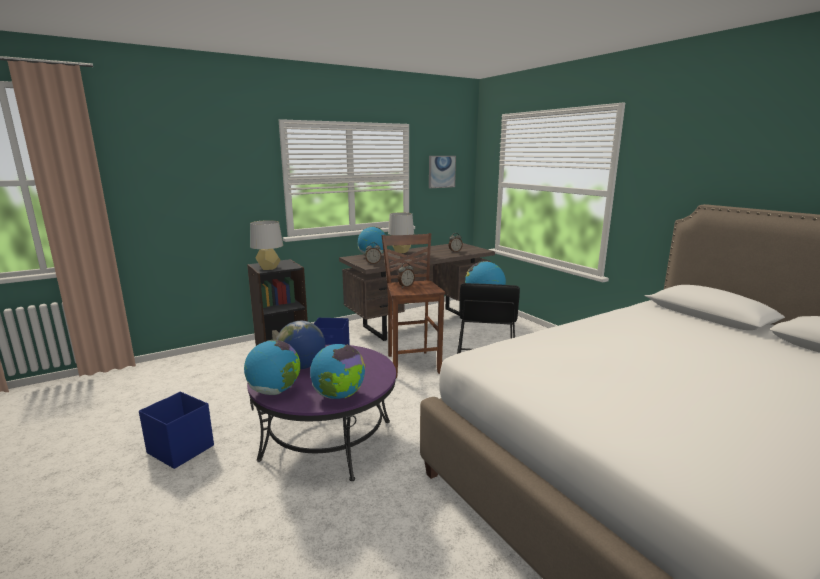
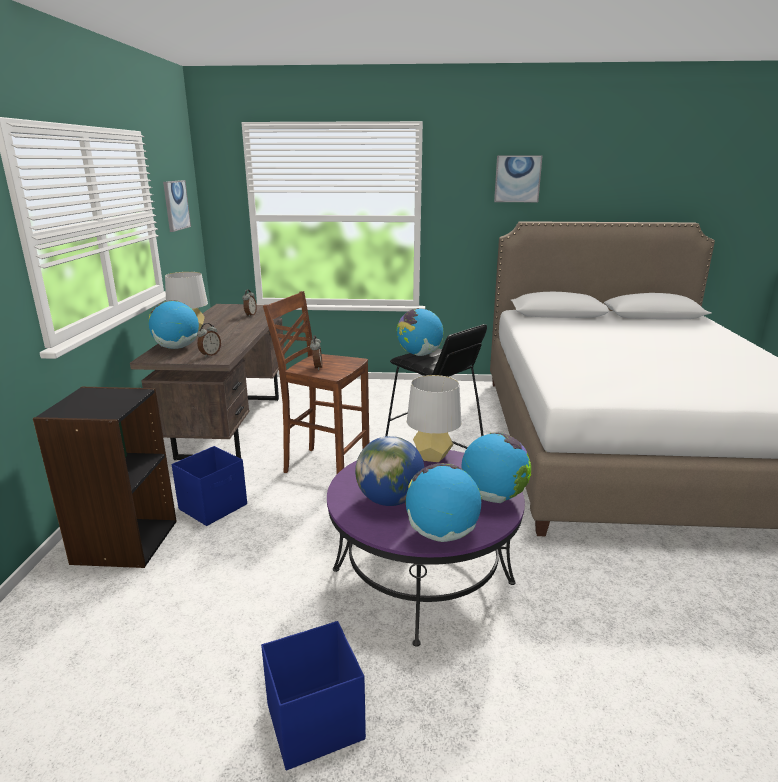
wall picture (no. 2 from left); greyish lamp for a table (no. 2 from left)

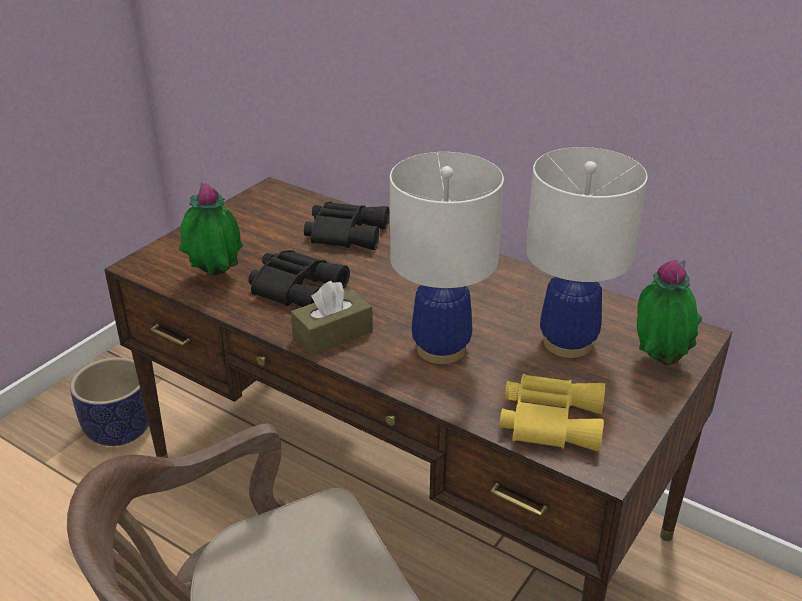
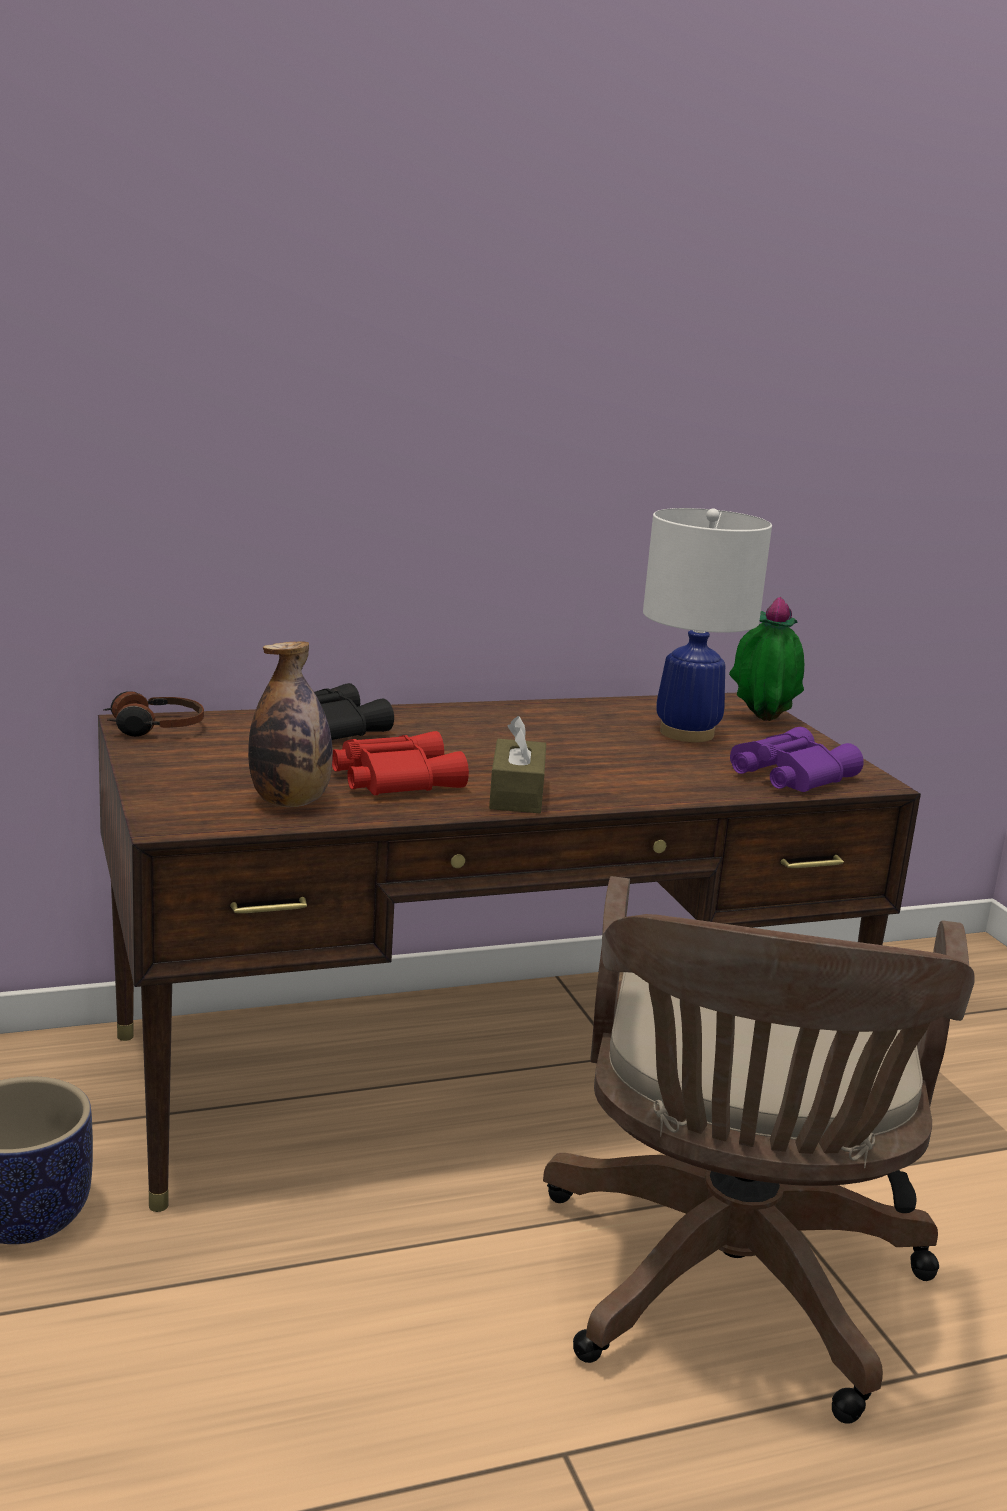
whitish lamp for a table (no. 1 from left in the first image); headphones; beverage bottle; red binoculars; purple binoculars

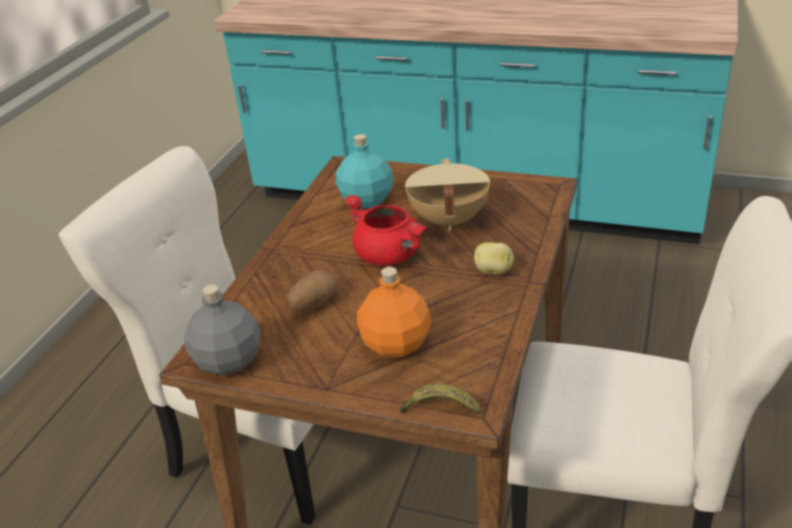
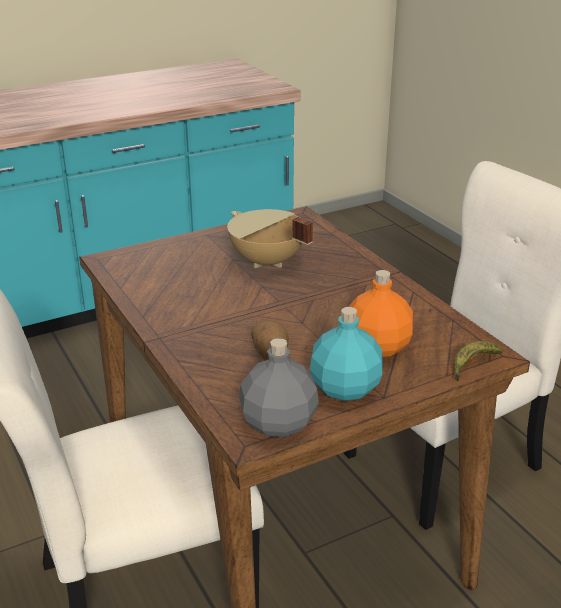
red cooking pot; spud (no. 2 from left in the first image); blue-green beverage bottle

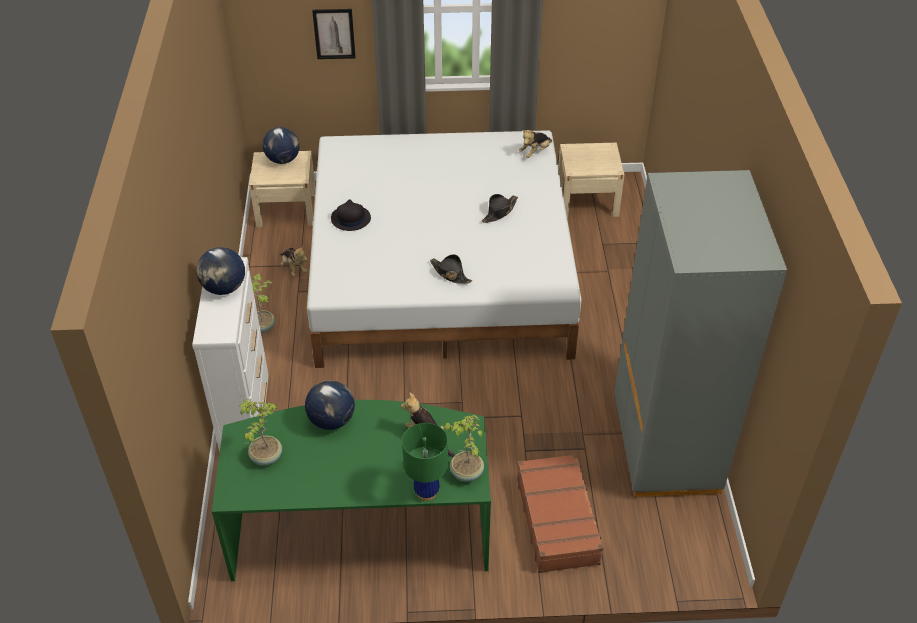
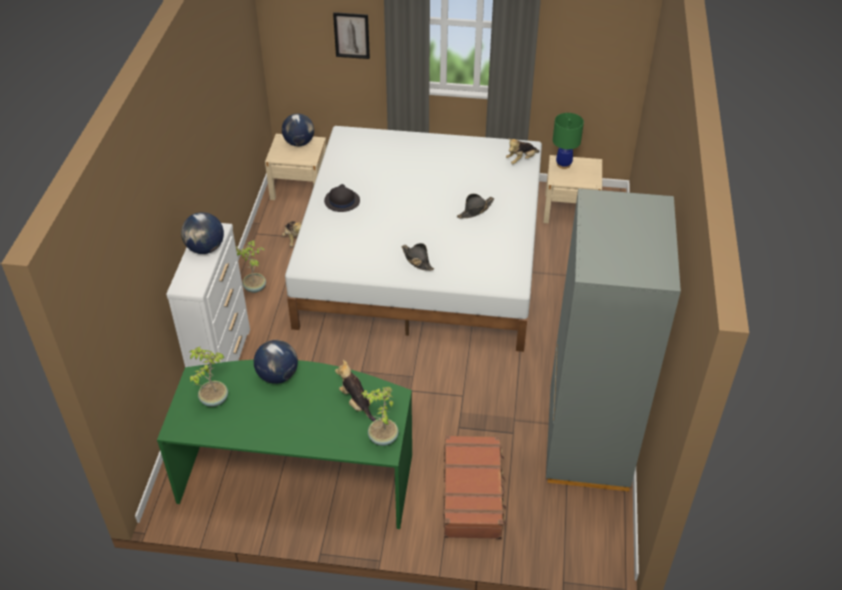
green lamp for a table

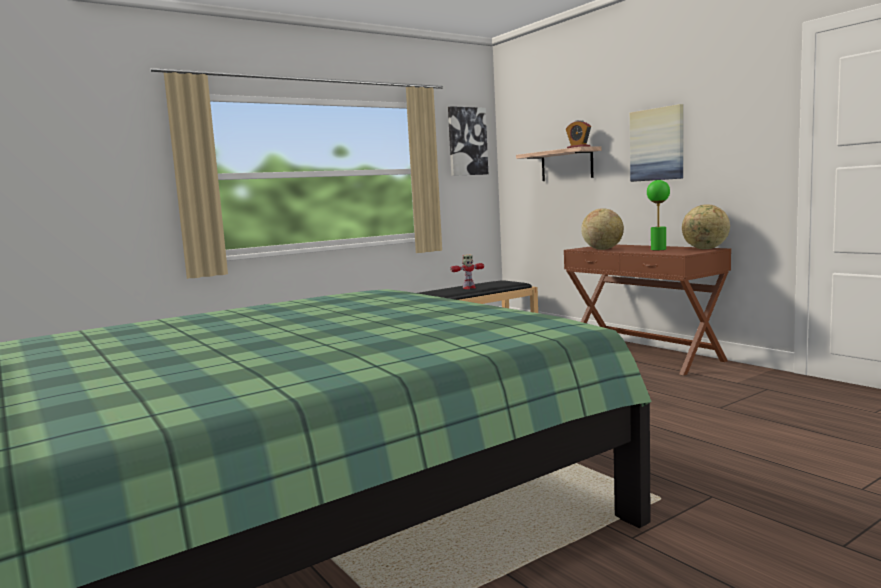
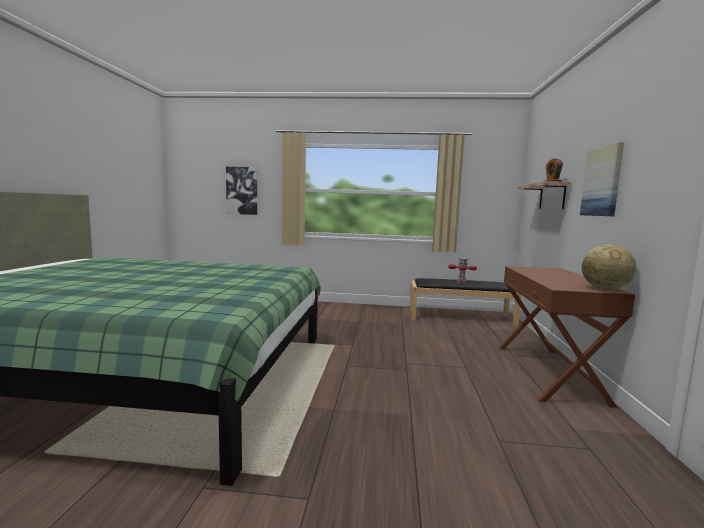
globe (no. 1 from left in the first image); green lamp for a table; wall picture (no. 1 from left)

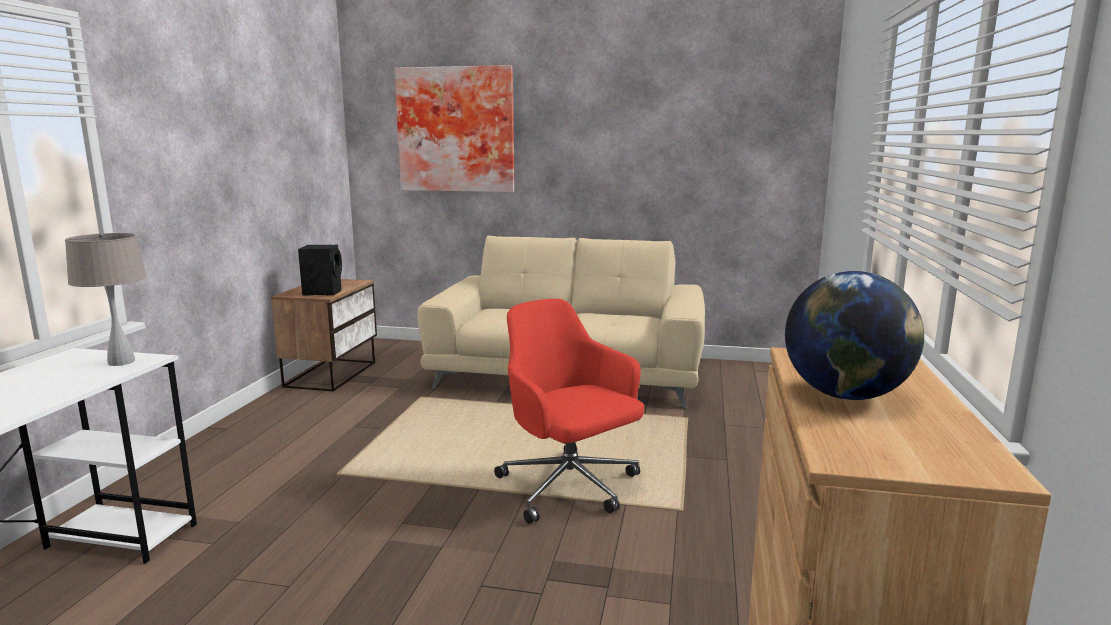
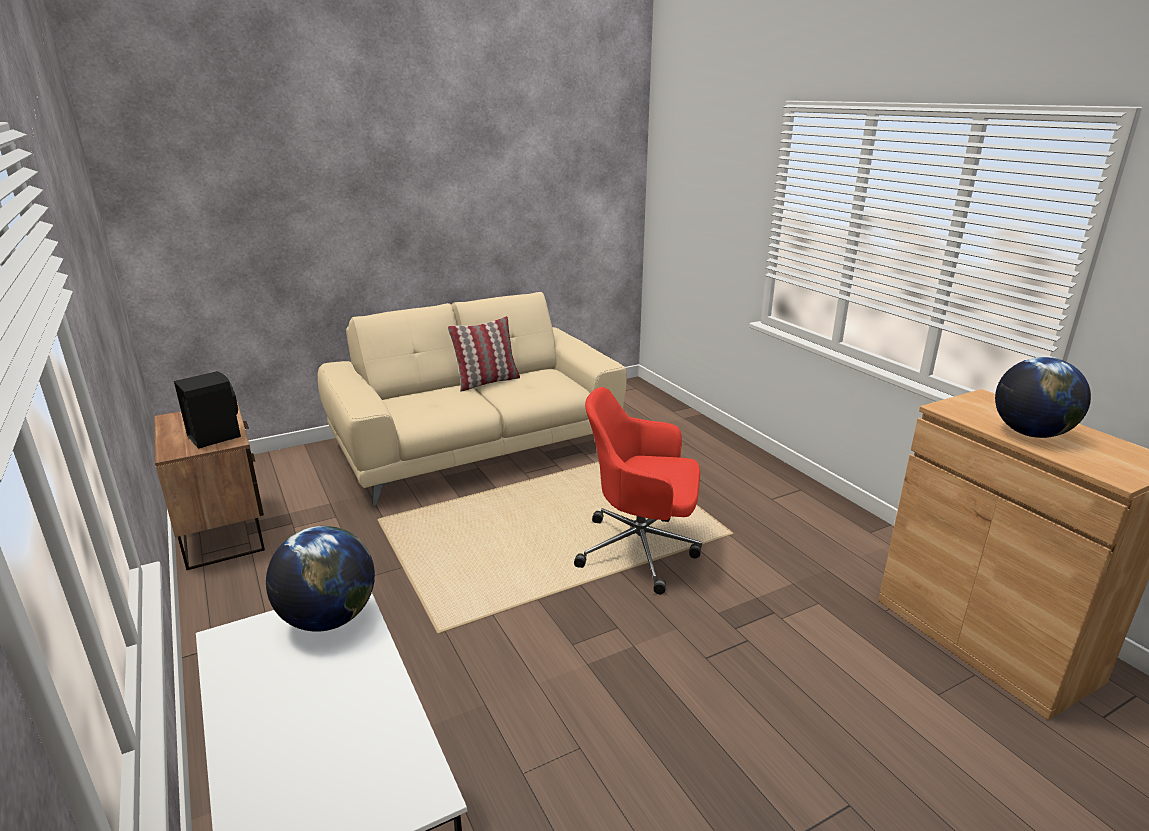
wall picture; cushion; globe (no. 1 from left)

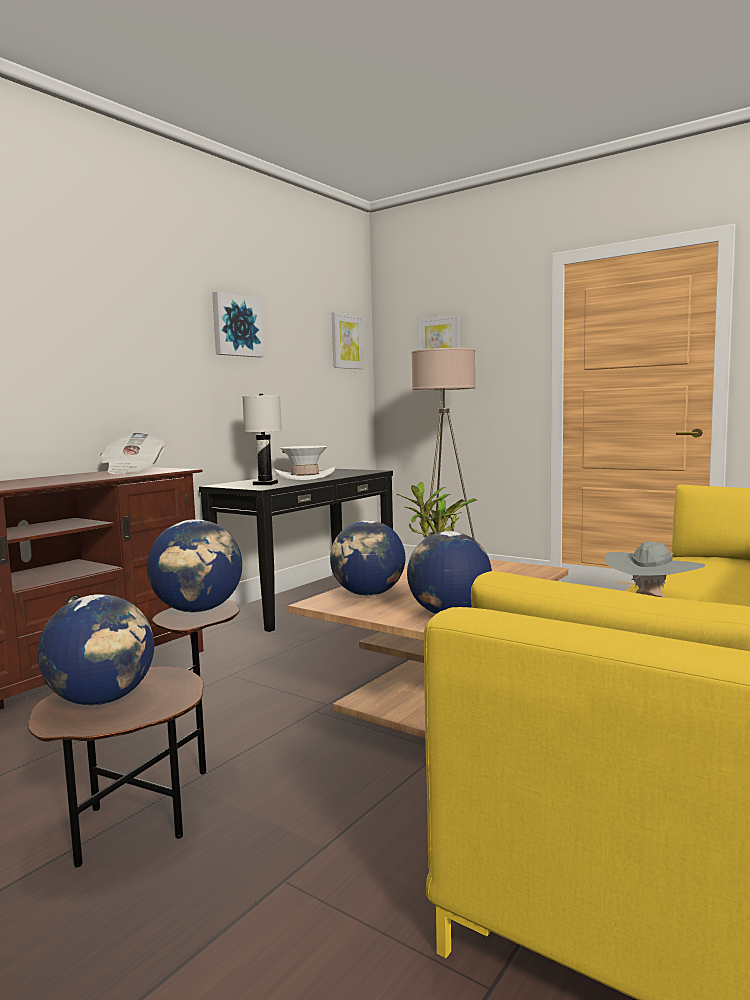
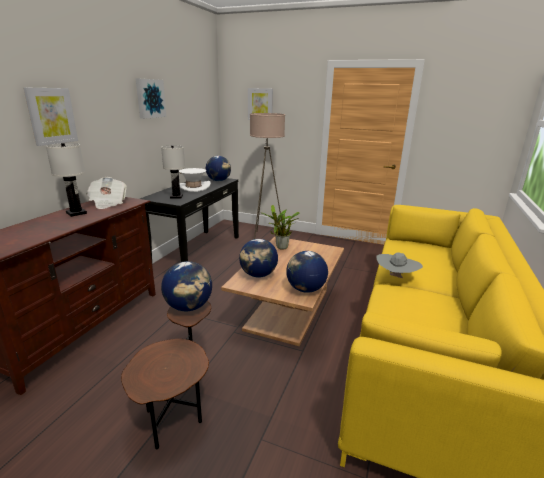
whitish lamp for a table (no. 1 from left); globe (no. 2 from left); wall picture (no. 1 from left)

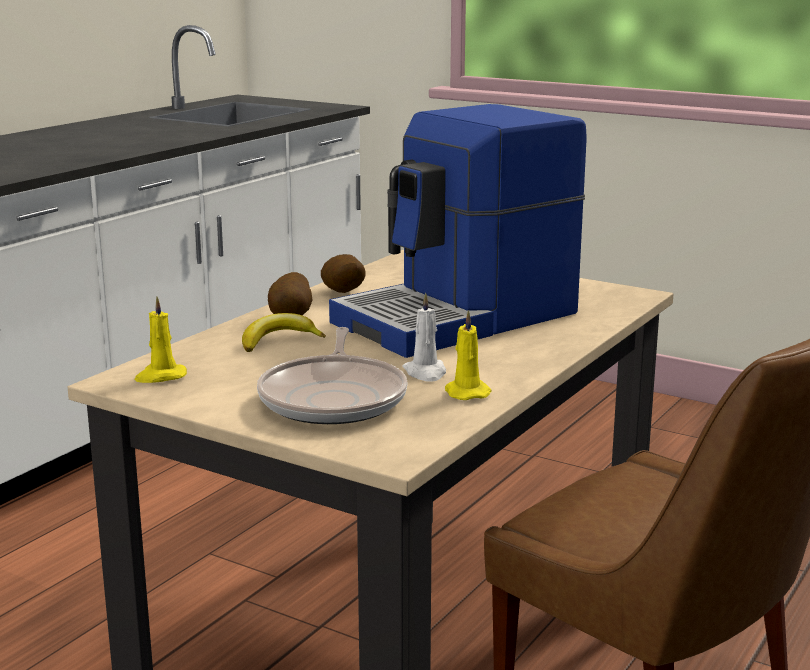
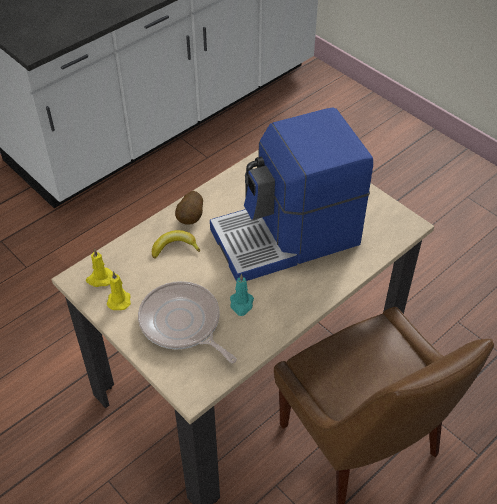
spud (no. 2 from left in the first image); yellow-coloured wax candle (no. 2 from left); blue-green wax candle; pan

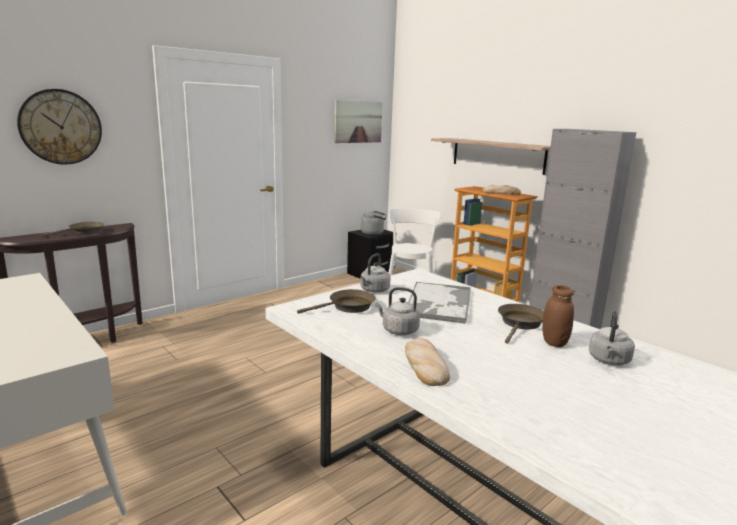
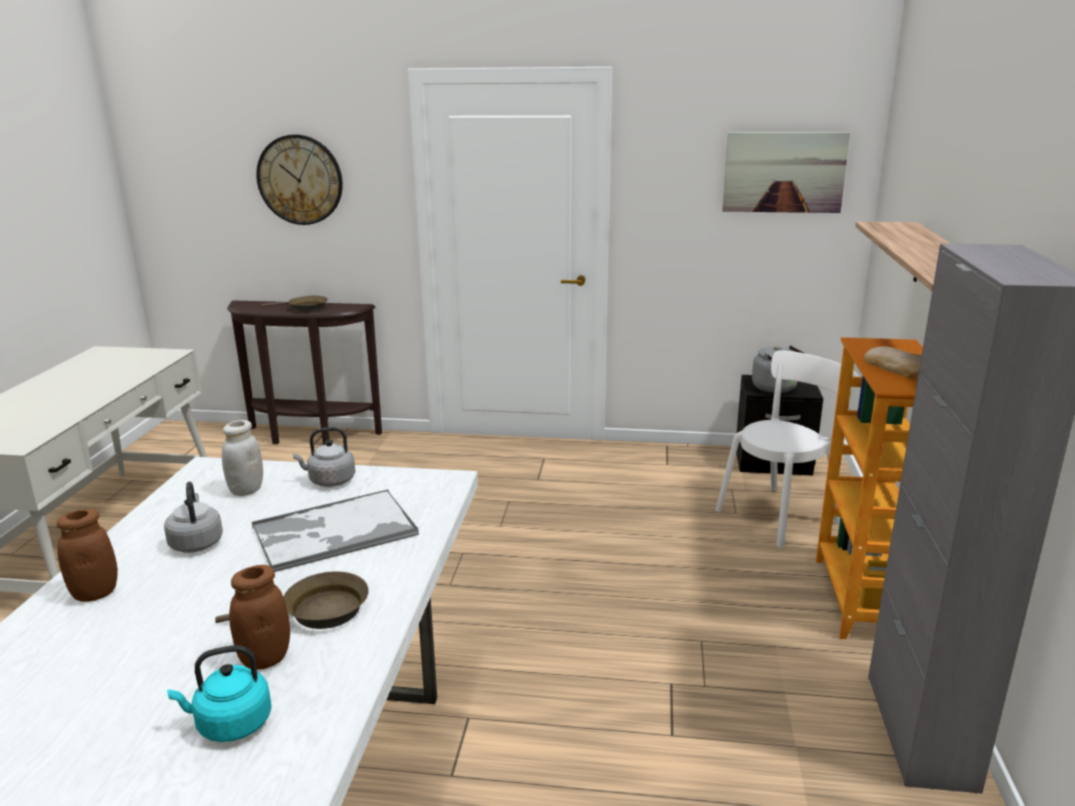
whitish preserve jar; brown preserve jar (no. 1 from left); blue-green tea kettle

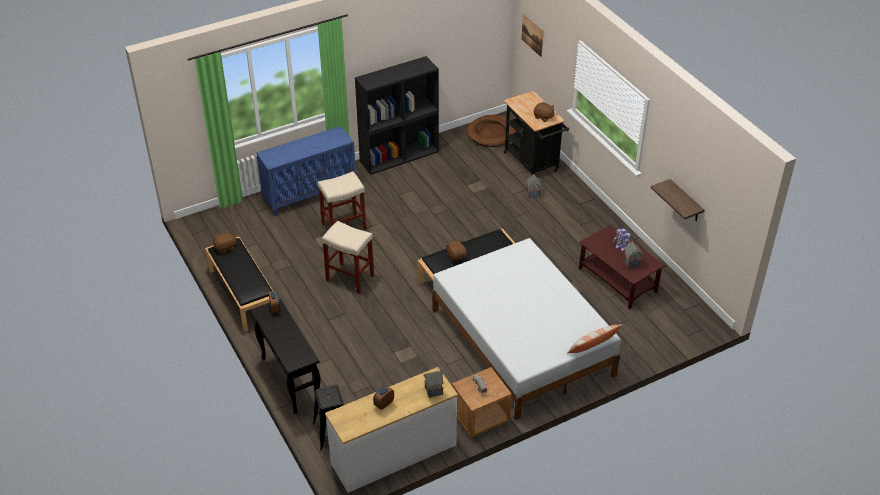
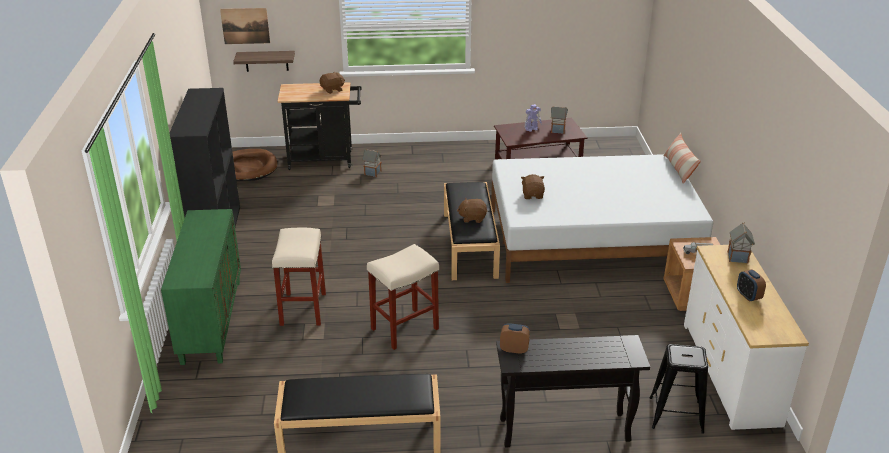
brown plush toy (no. 3 from left); shelf; green storage cabinet

